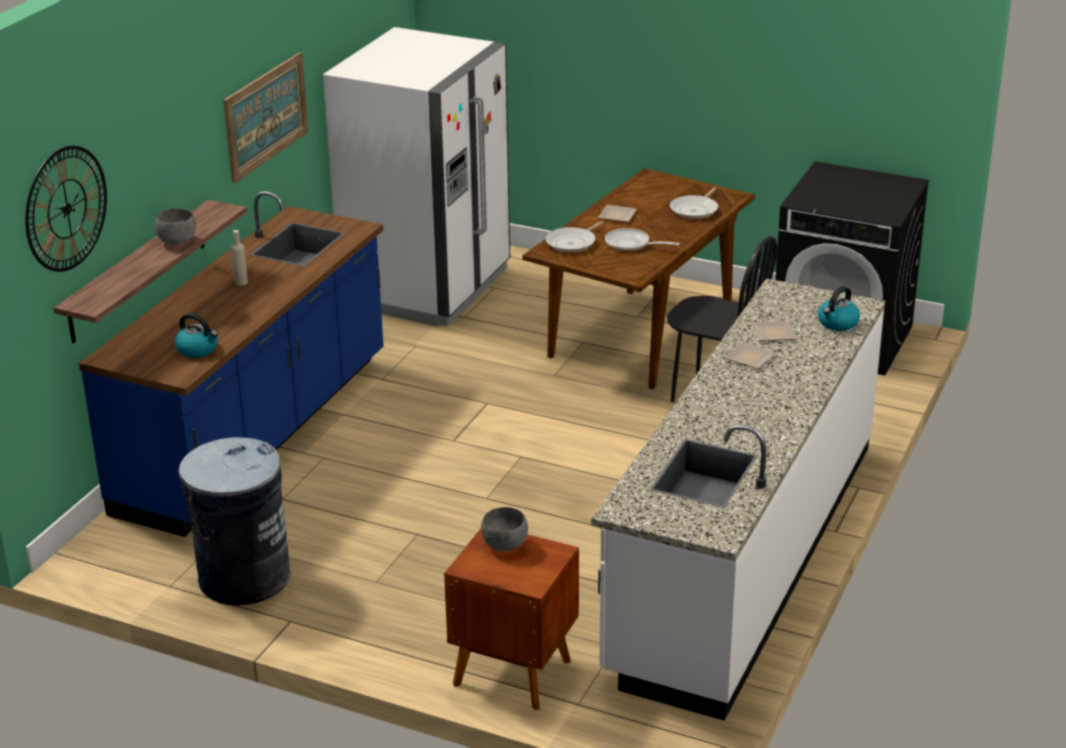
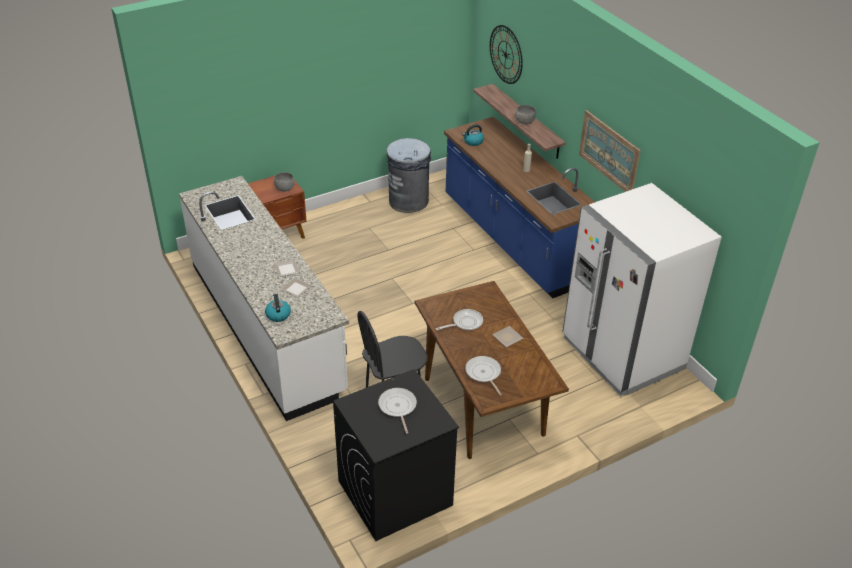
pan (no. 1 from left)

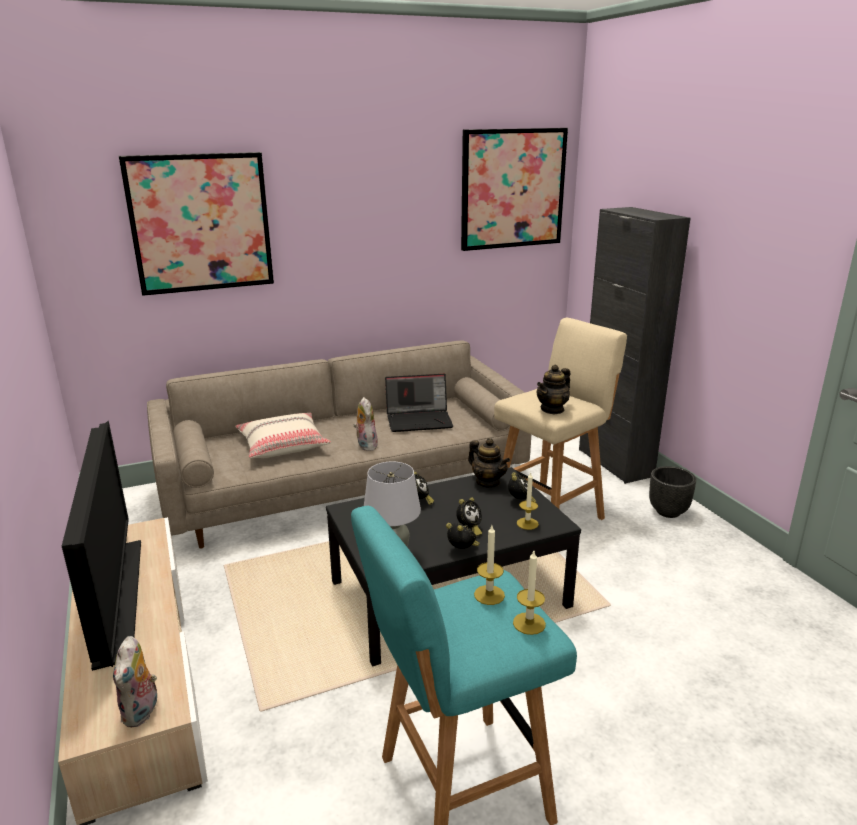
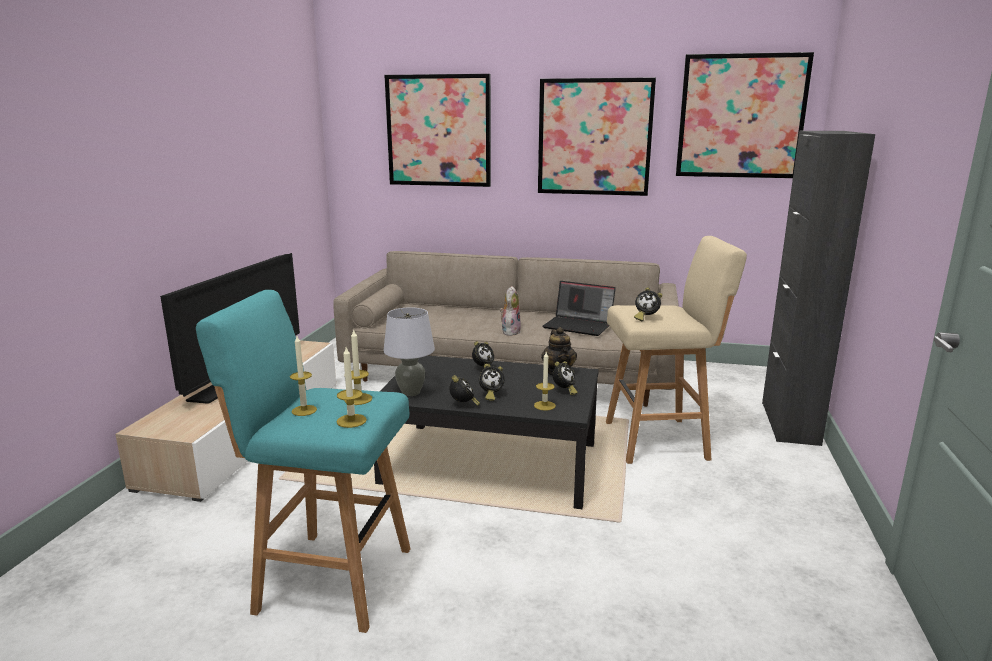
plush toy (no. 1 from left in the first image); beige-coloured cushion; black-coloured planter; wax candle (no. 1 from left); wall picture (no. 2 from left); table clock (no. 5 from left)

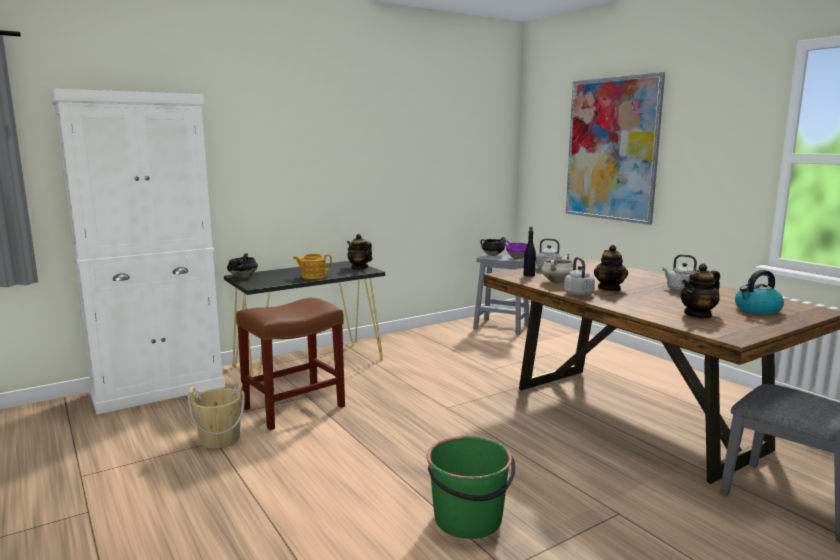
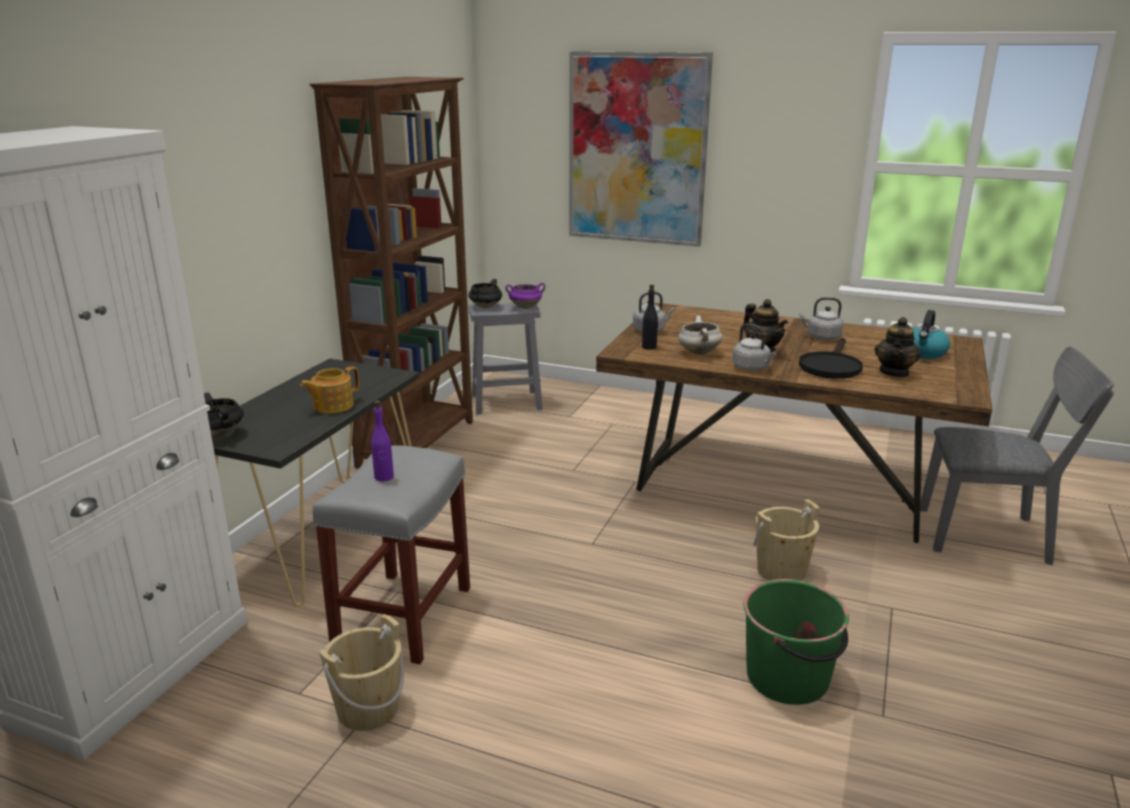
teapot (no. 2 from left in the first image); brown shelving unit; purple beverage bottle; beige-coloured bucket (no. 2 from left); black-coloured pan; greyish stool seat (no. 1 from left)

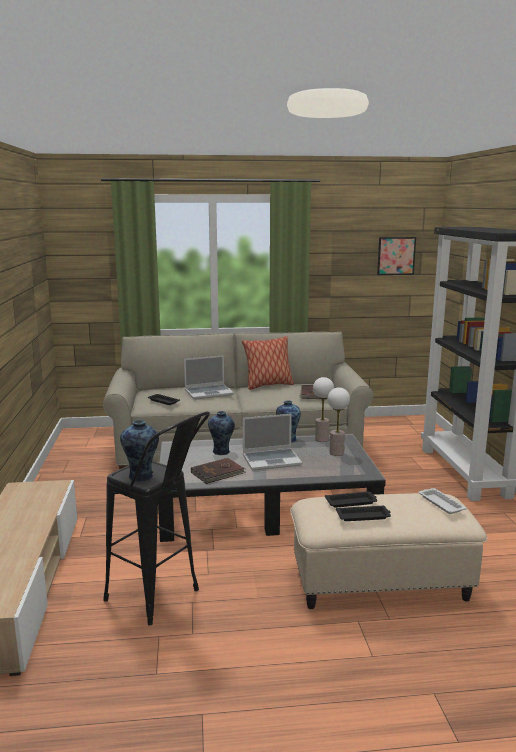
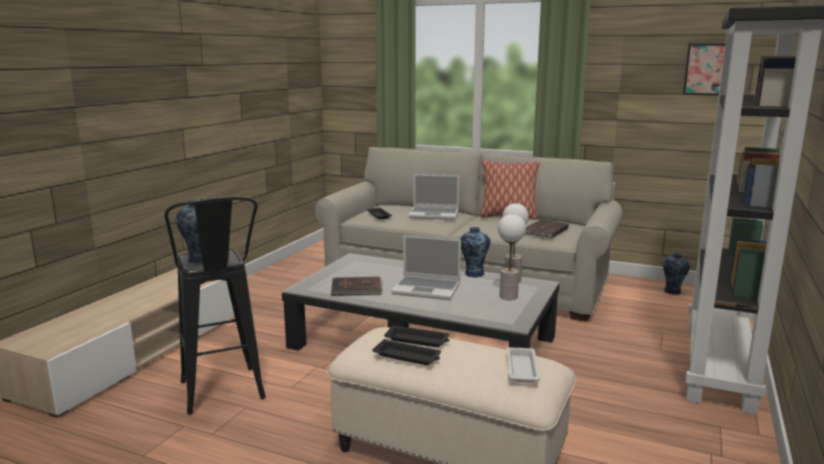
decorative vase (no. 3 from left)

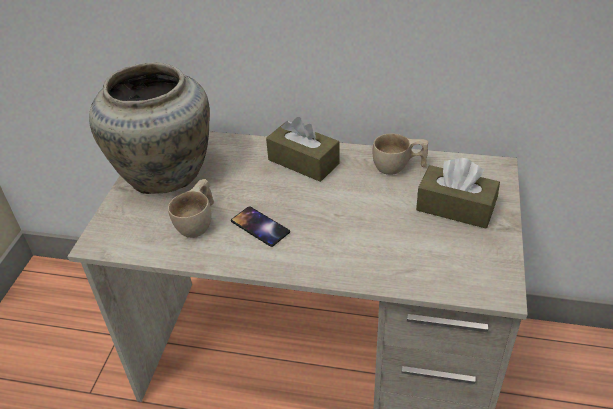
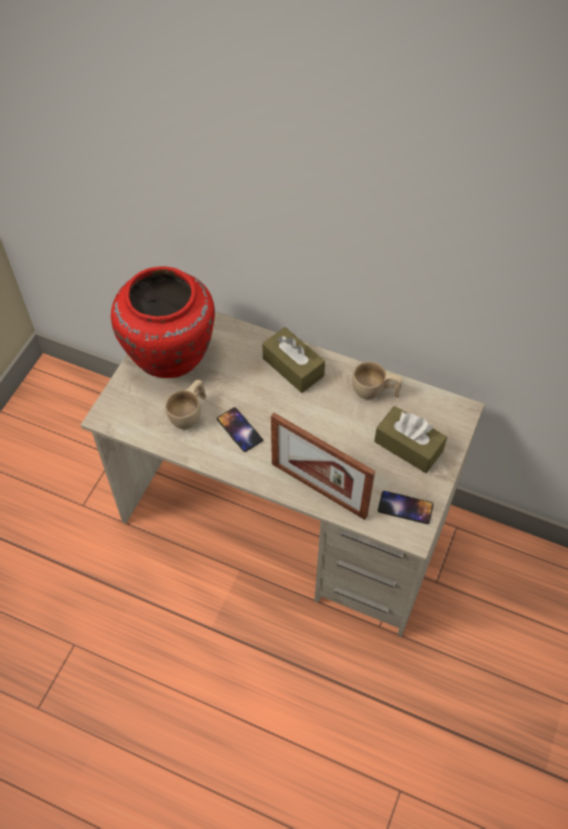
standing frame; telephone (no. 2 from left); red decorative vase

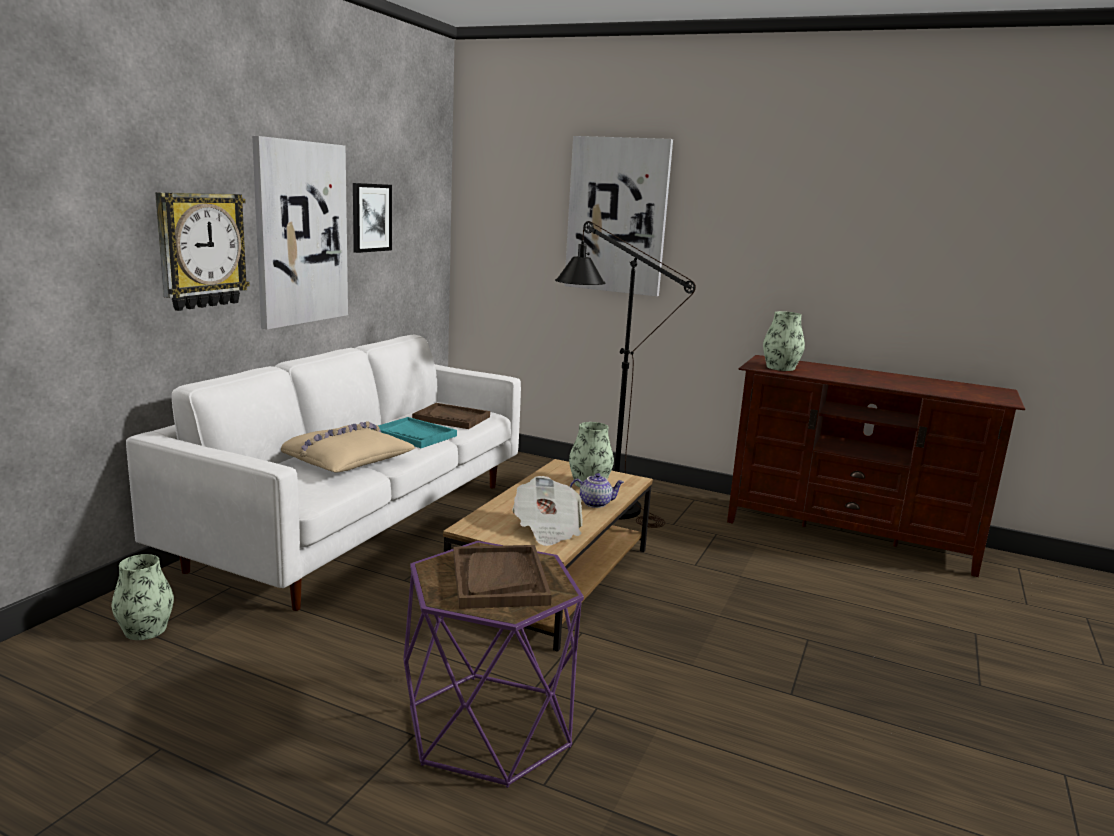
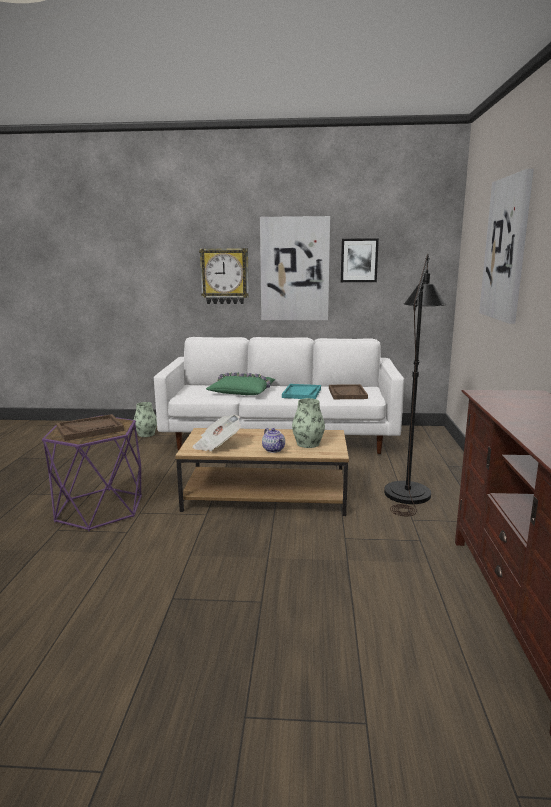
decorative vase (no. 3 from left in the first image); green cushion

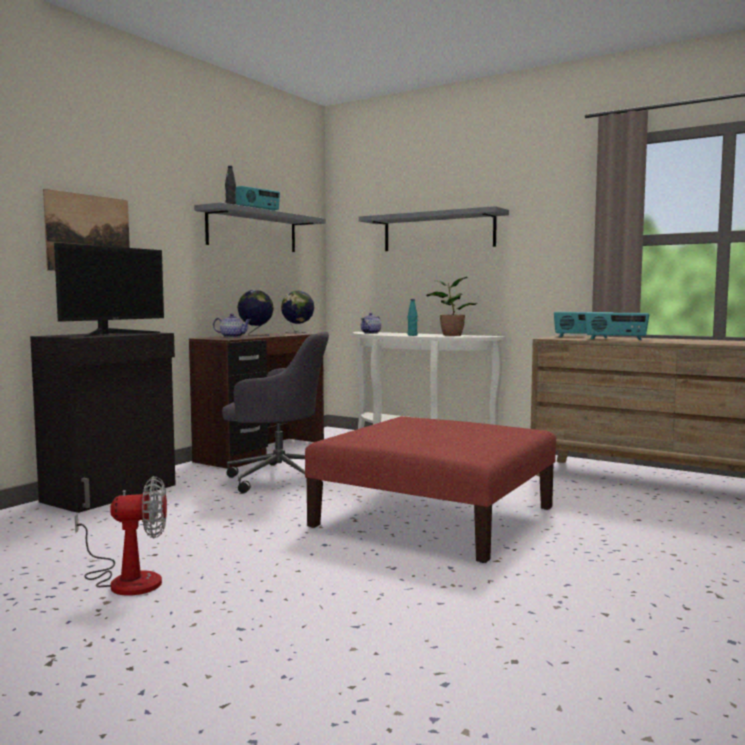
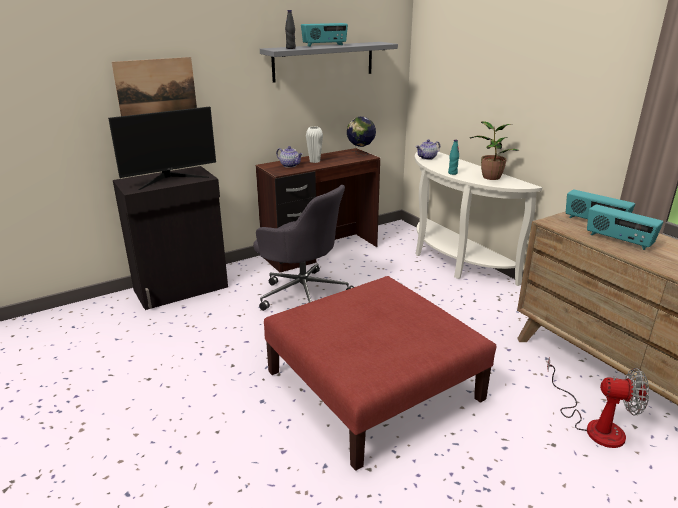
greyish shelf (no. 2 from left in the first image); cooling fan; whitish decorative vase

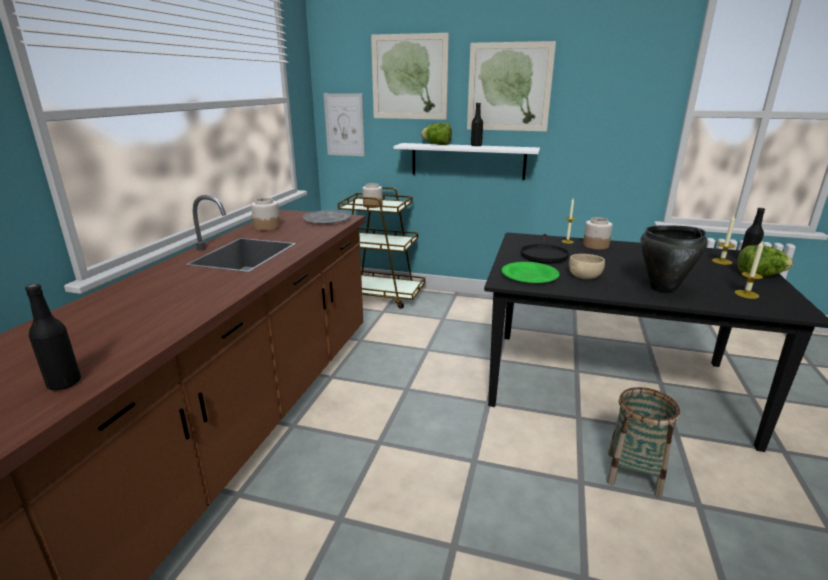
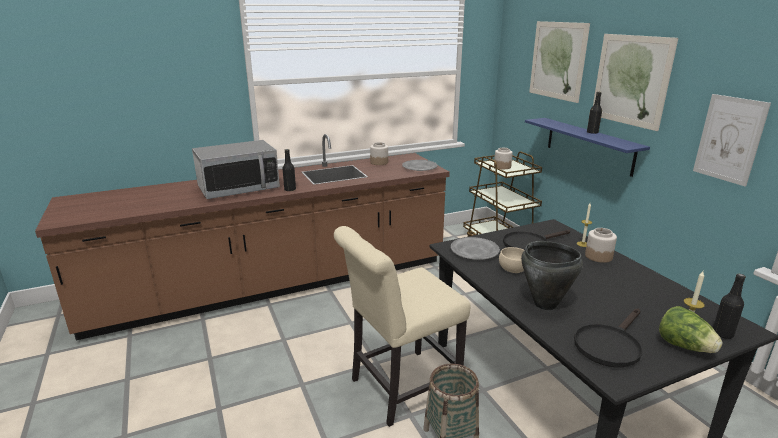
lettuce (no. 1 from left in the first image); microwave oven; beige-coloured chair; black-coloured beverage bottle (no. 1 from left); wall picture (no. 3 from left); black-coloured pan (no. 2 from left); blue shelf; greyish plate (no. 2 from left)

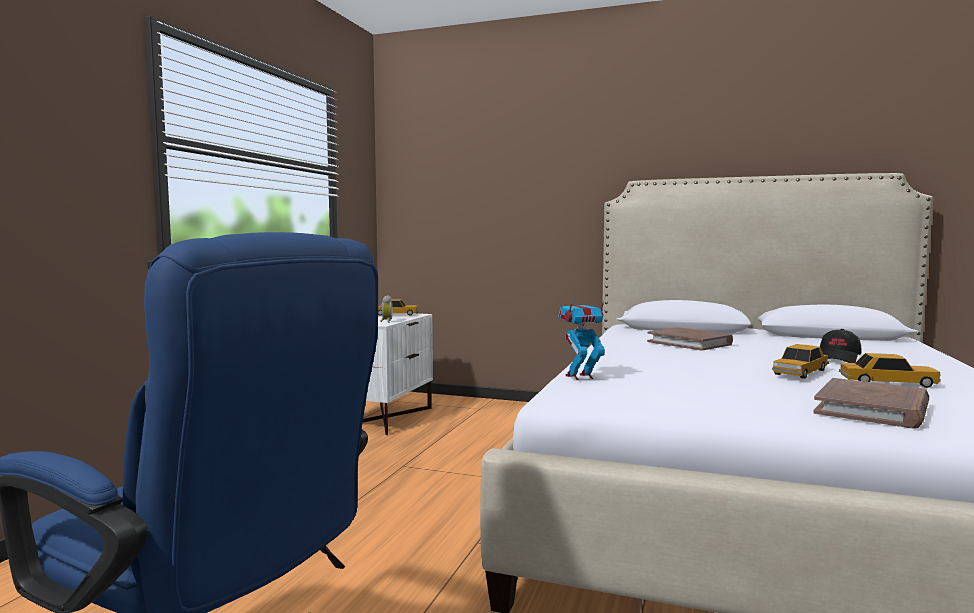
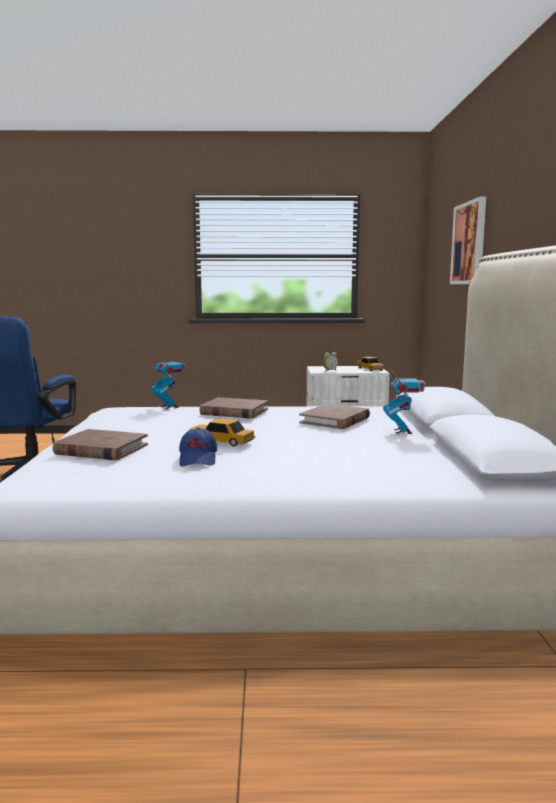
black-coloured peaked cap; brown volume (no. 2 from left); toy robot (no. 2 from left); wall picture; blue peaked cap

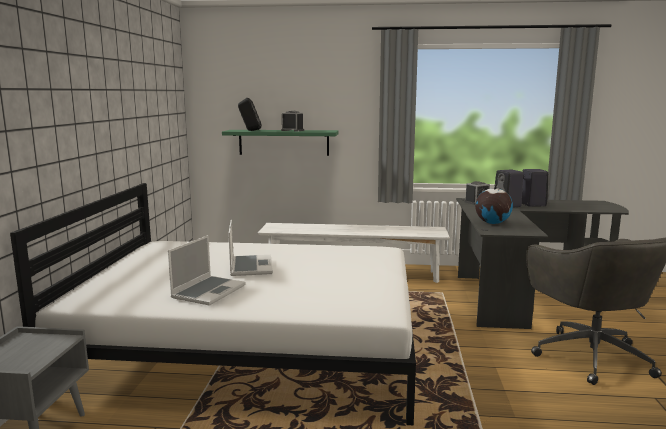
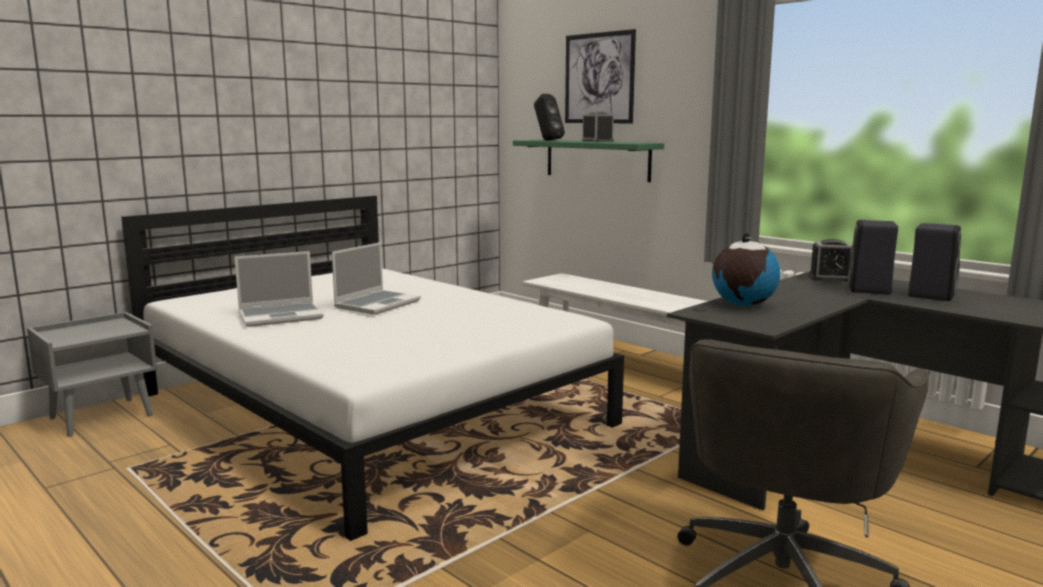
wall picture

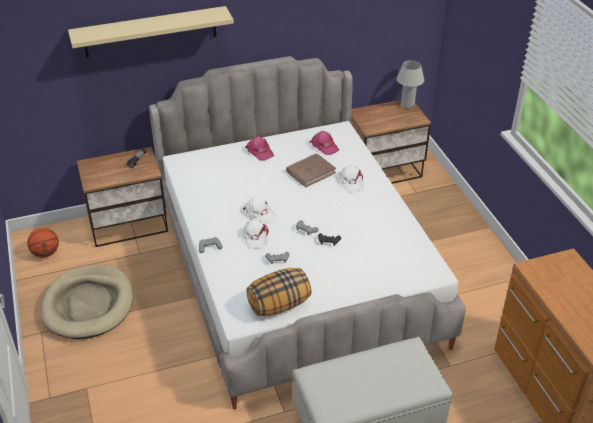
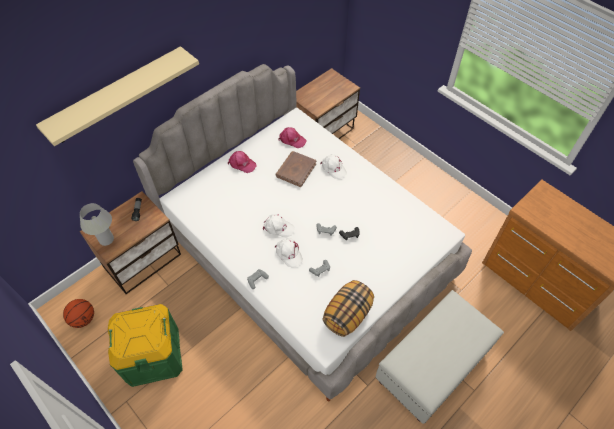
whitish lamp for a table; green storage container

